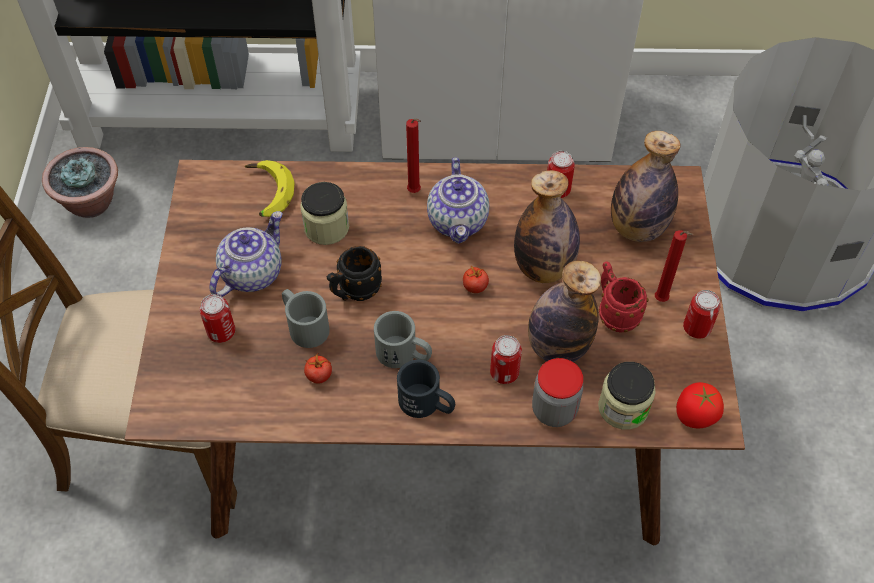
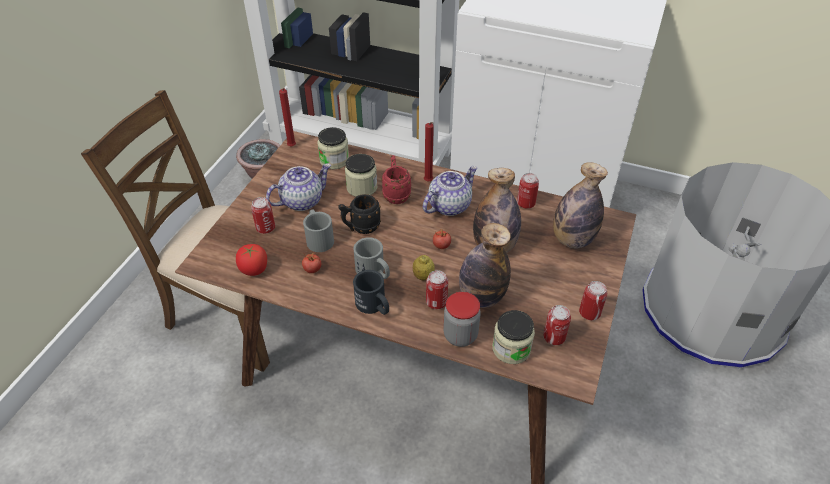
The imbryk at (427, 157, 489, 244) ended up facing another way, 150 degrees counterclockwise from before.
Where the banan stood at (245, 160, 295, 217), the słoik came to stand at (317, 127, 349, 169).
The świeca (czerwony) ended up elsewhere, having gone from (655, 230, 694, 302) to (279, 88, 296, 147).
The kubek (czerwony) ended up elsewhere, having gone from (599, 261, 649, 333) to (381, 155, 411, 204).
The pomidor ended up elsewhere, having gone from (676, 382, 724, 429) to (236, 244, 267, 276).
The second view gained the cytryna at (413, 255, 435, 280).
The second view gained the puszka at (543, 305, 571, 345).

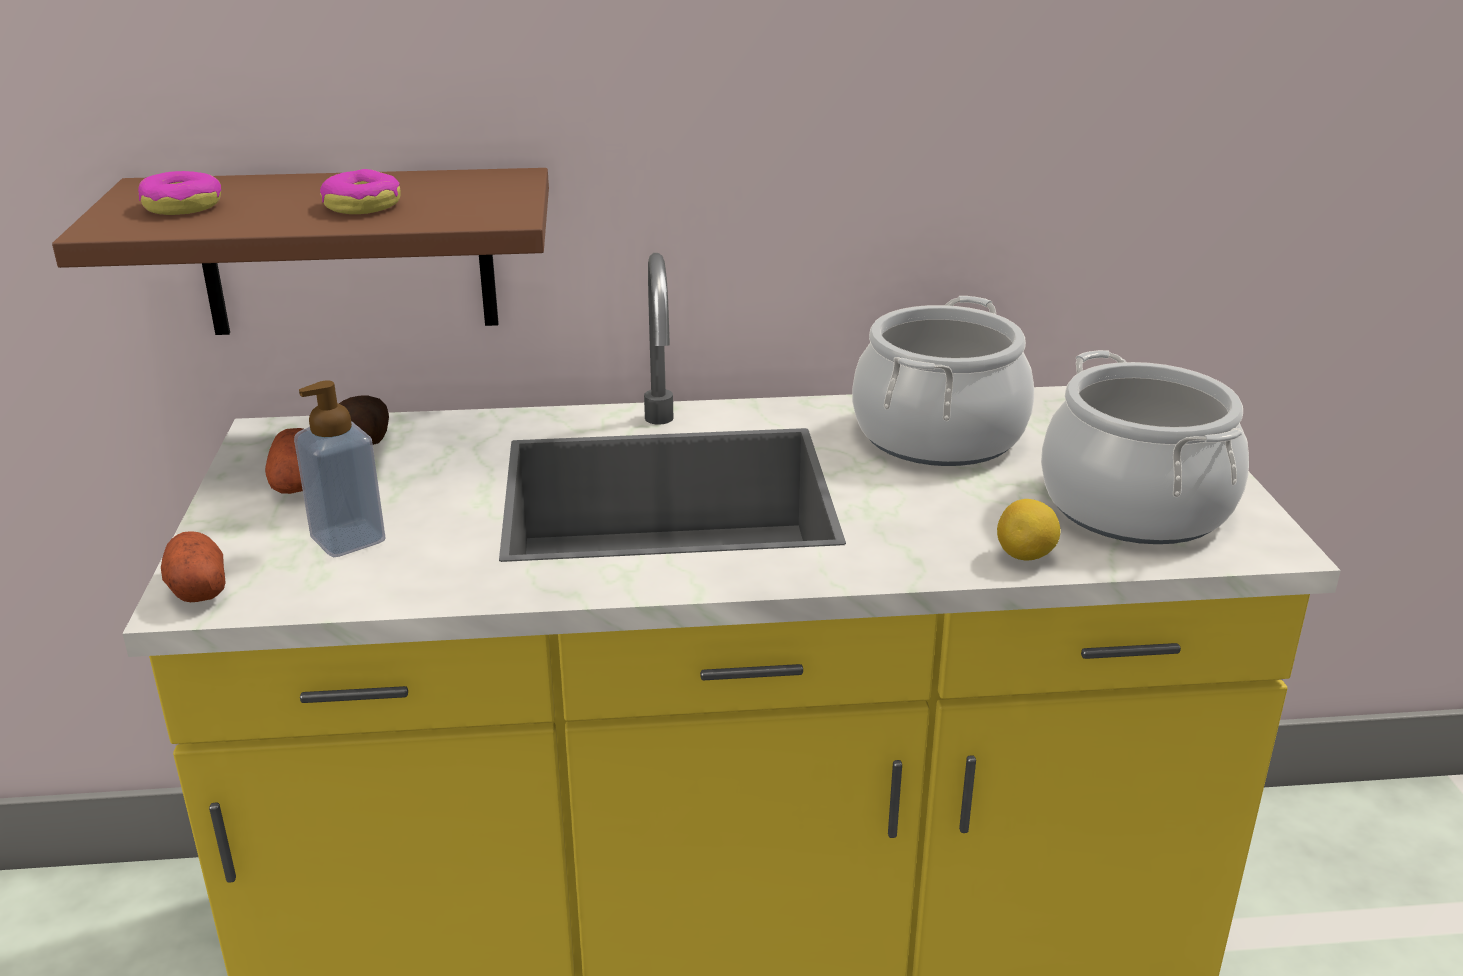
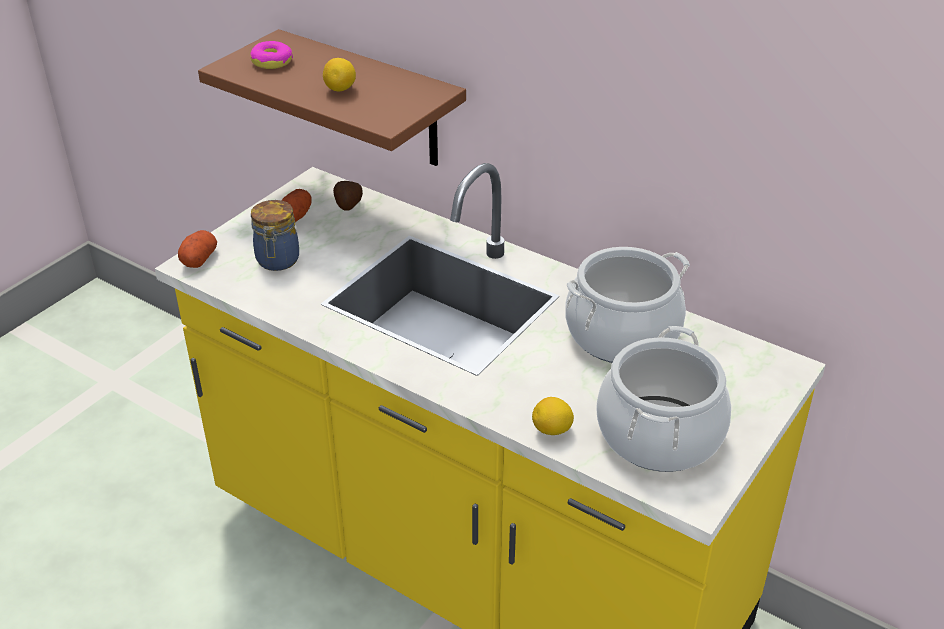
Where the donut stood at (320, 169, 400, 214), the cytryna came to stand at (323, 58, 356, 91).
Where the dozownik mydła stood at (294, 381, 385, 557), the słoik came to stand at (251, 200, 299, 271).

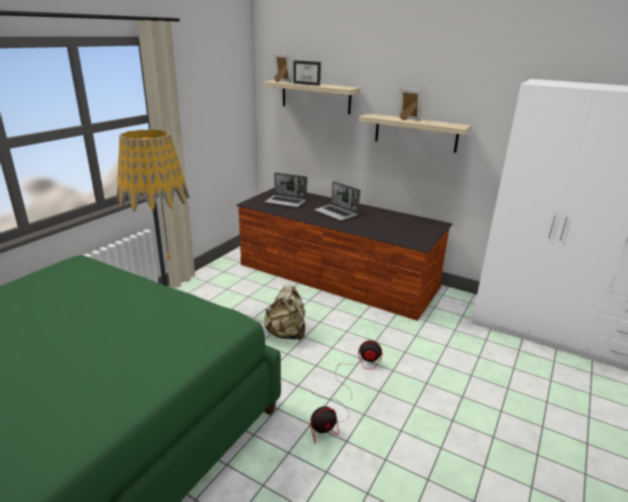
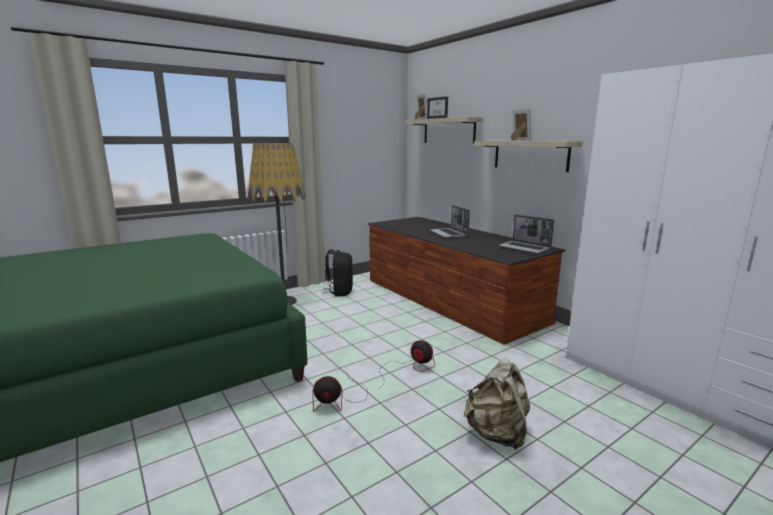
The laptop ended up elsewhere, having gone from (265, 172, 307, 208) to (499, 215, 554, 254).
The plecak (beżowy) ended up elsewhere, having gone from (264, 284, 305, 340) to (464, 359, 530, 450).
The second view gained the plecak (czarny) at (322, 249, 353, 296).

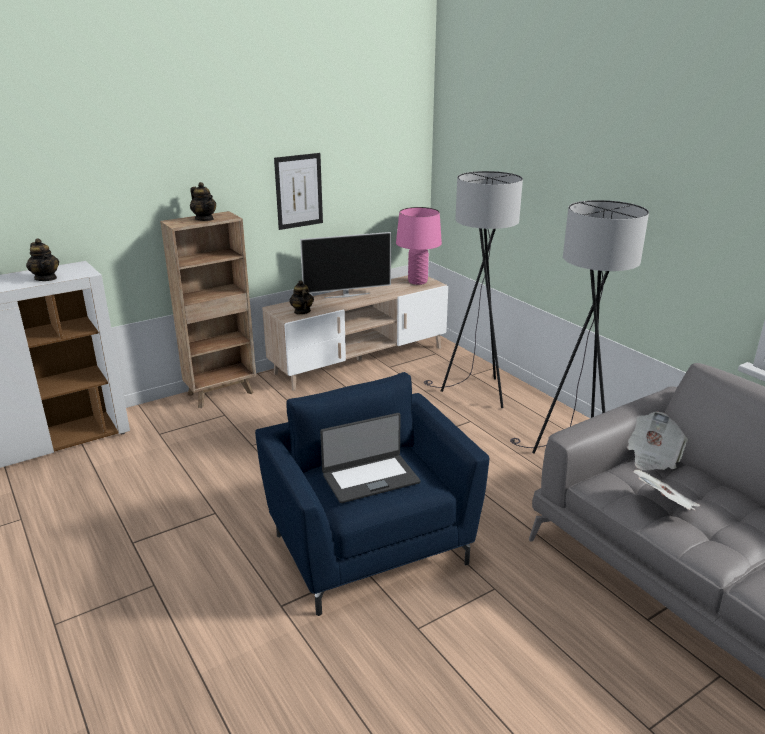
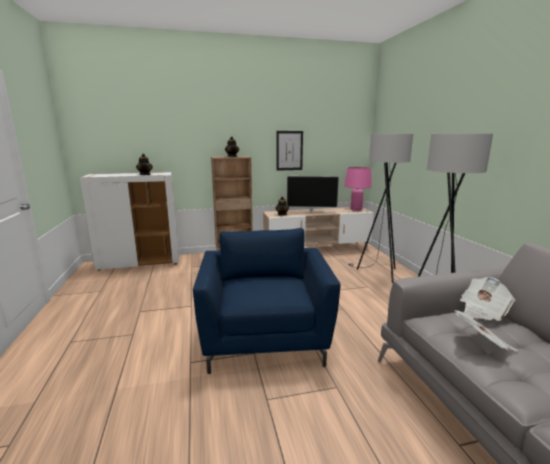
The second view lost the laptop at (320, 413, 420, 503).

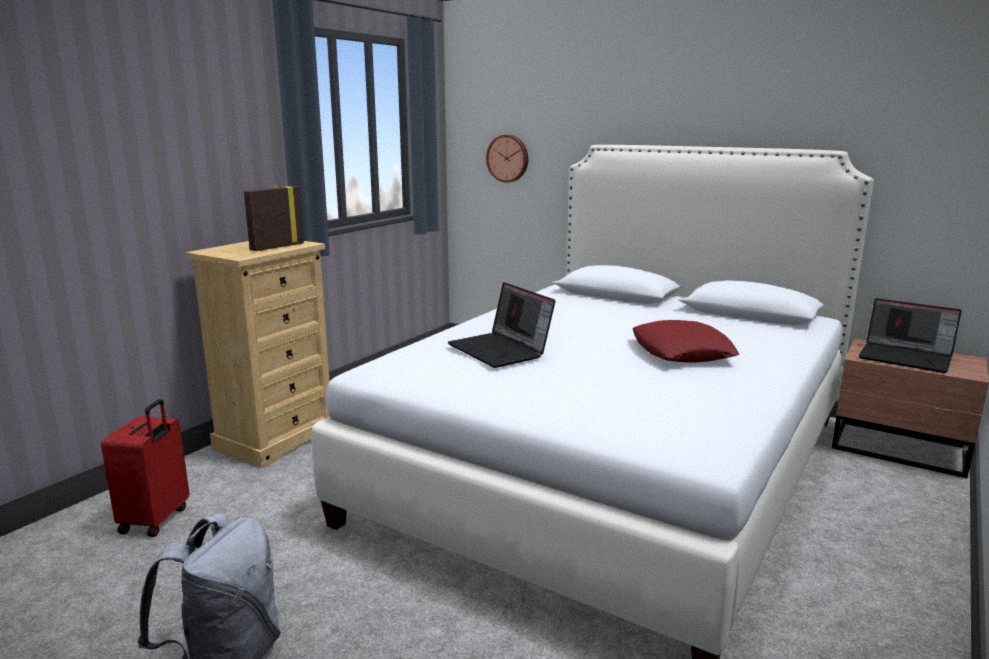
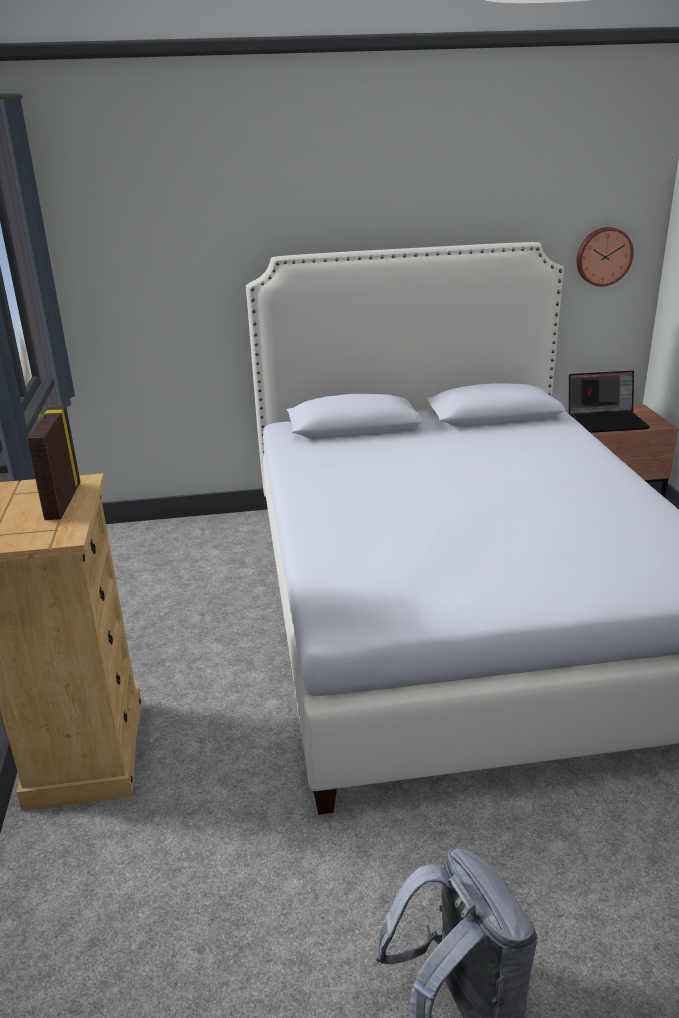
The zegar ścienny ended up elsewhere, having gone from (486, 135, 528, 182) to (577, 227, 634, 287).
The second view lost the laptop at (448, 282, 555, 368).
The second view lost the poduszka (czerwony) at (633, 320, 739, 363).
The second view lost the walizka (czerwony) at (101, 399, 189, 537).

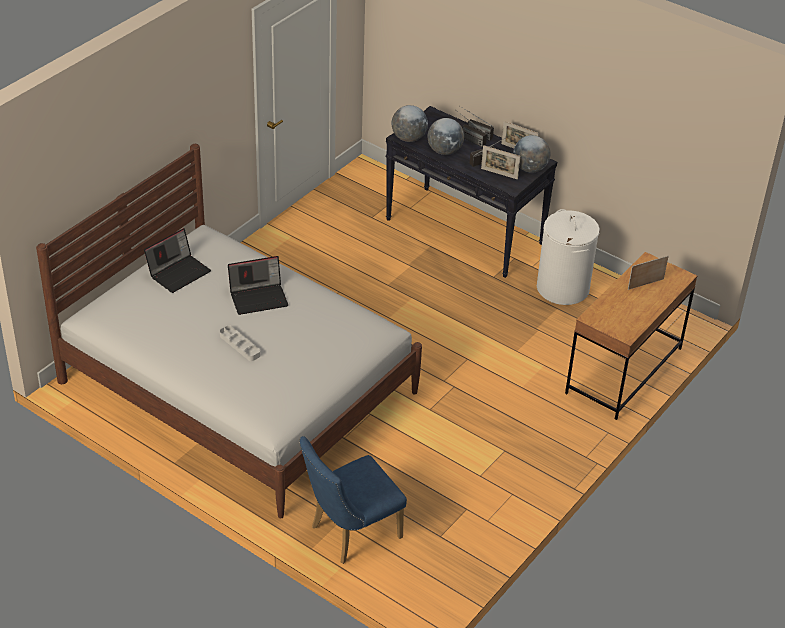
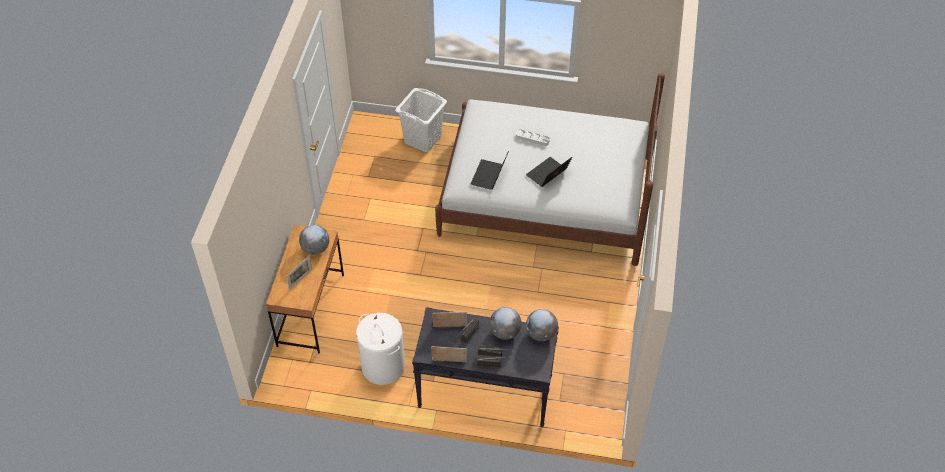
The globus ended up elsewhere, having gone from (513, 135, 550, 173) to (299, 225, 329, 255).
The laptop ended up elsewhere, having gone from (144, 228, 211, 293) to (471, 151, 509, 190).
Where the krzesło (niebieski) stood at (300, 436, 407, 564), the kosz na pranie (biały) came to stand at (395, 88, 447, 152).

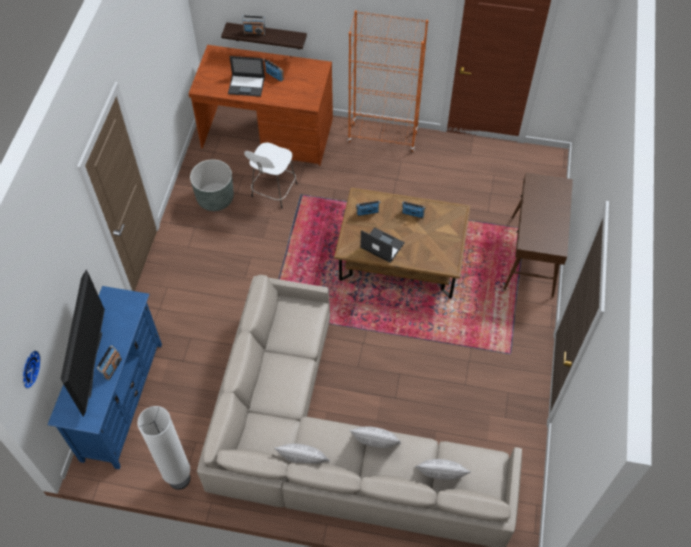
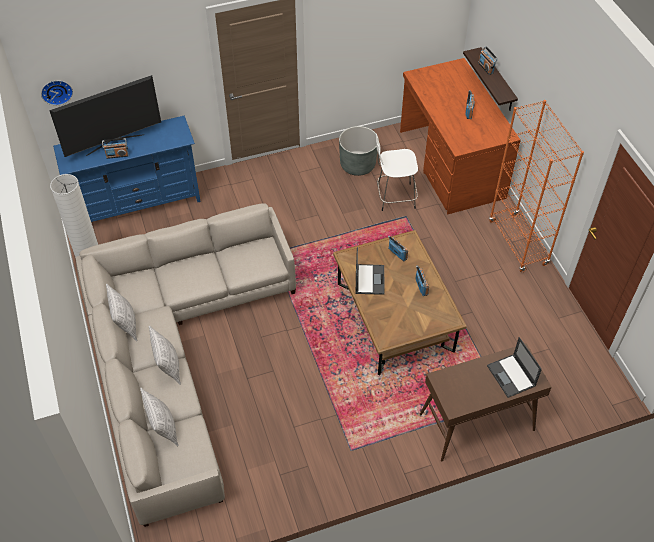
The laptop ended up elsewhere, having gone from (228, 56, 265, 97) to (487, 337, 542, 398).

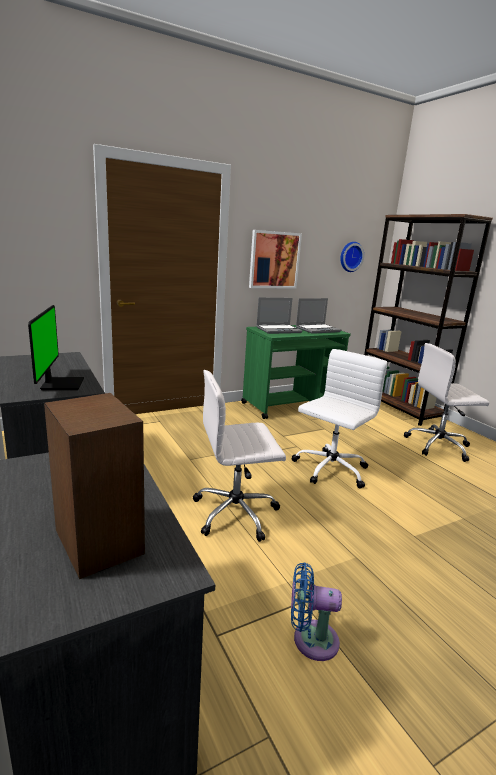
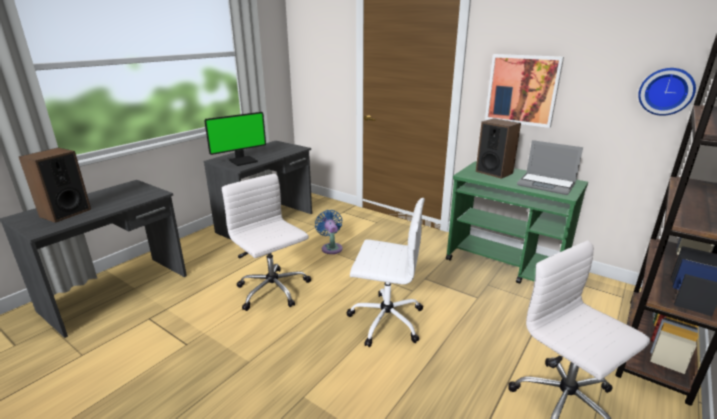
Where the laptop stood at (256, 297, 302, 334), the głośnik came to stand at (476, 118, 521, 179).
The wentylator (niebieski) ended up elsewhere, having gone from (291, 562, 342, 661) to (315, 210, 343, 254).

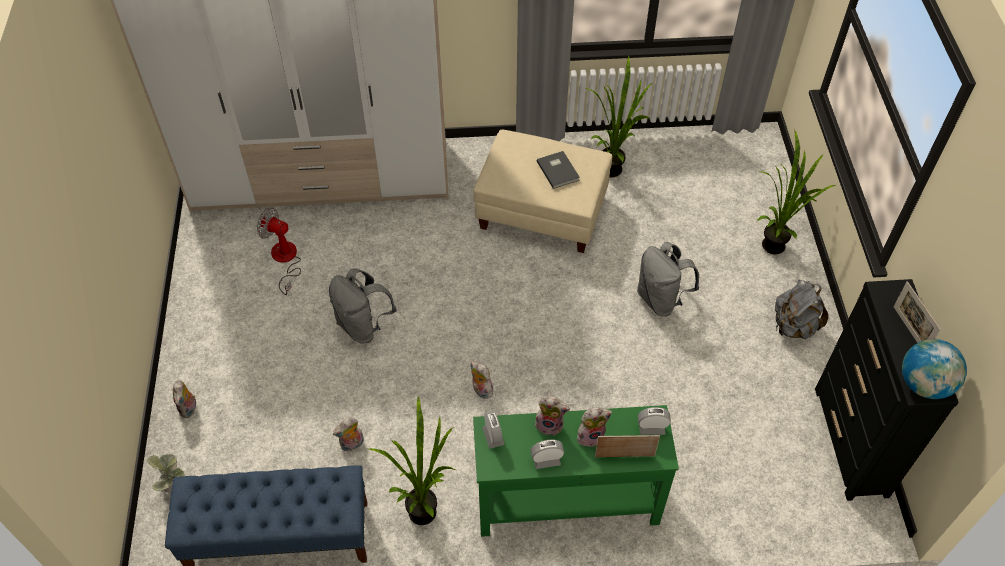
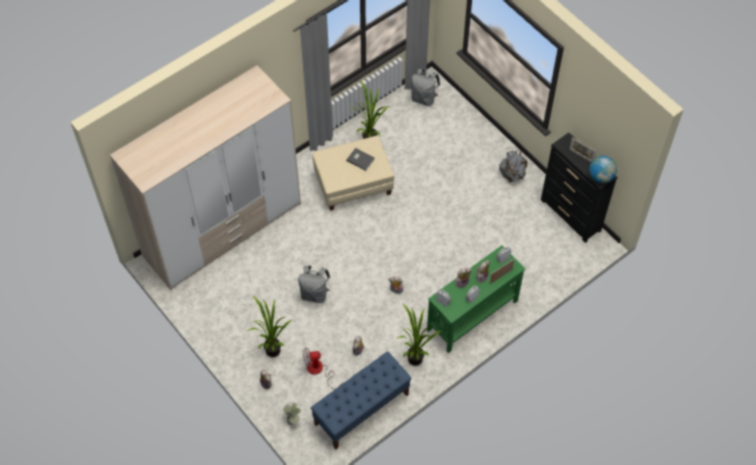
The roślina doniczkowa ended up elsewhere, having gone from (757, 129, 836, 254) to (247, 296, 292, 357).
The wentylator ended up elsewhere, having gone from (257, 208, 301, 295) to (303, 347, 343, 389).
The plecak (szary) ended up elsewhere, having gone from (637, 242, 699, 317) to (411, 69, 440, 106).

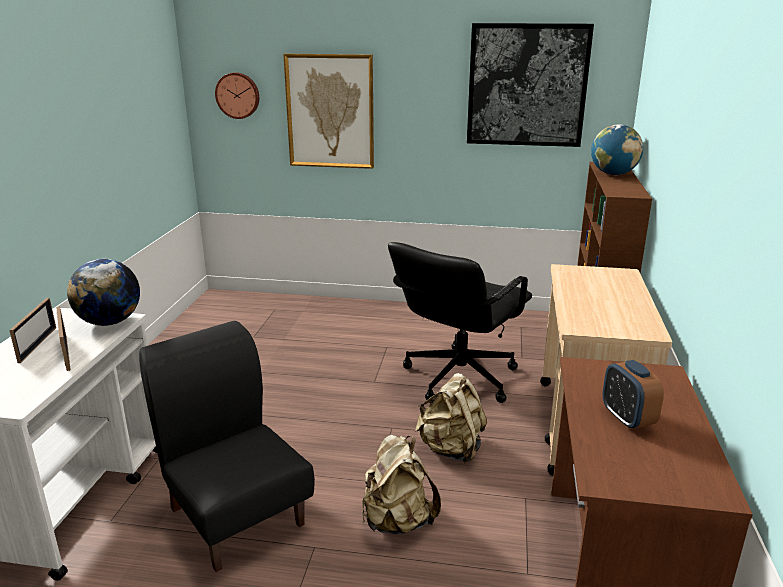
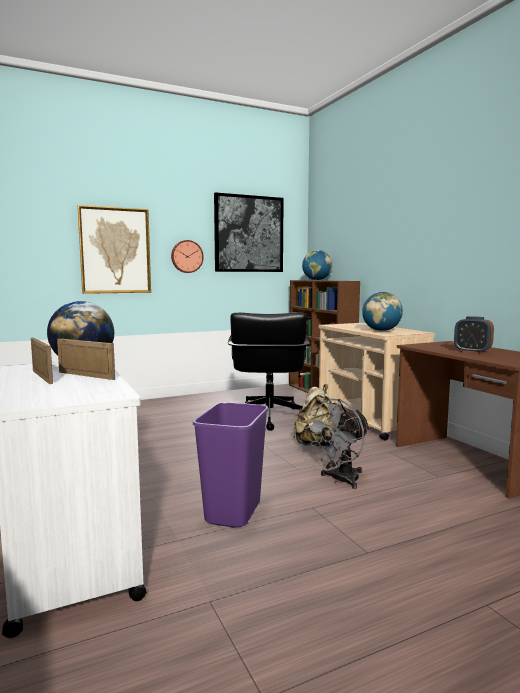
The zegar ścienny ended up elsewhere, having gone from (215, 72, 259, 119) to (171, 240, 204, 273).
Where the krzesło (czarny) stood at (139, 321, 315, 572), the kosz na śmieci (fioletowy) came to stand at (193, 402, 268, 527).
Where the plecak (beżowy) stood at (362, 435, 441, 534), the wentylator (szary) came to stand at (305, 399, 370, 489).
The second view gained the globus at (362, 292, 403, 331).

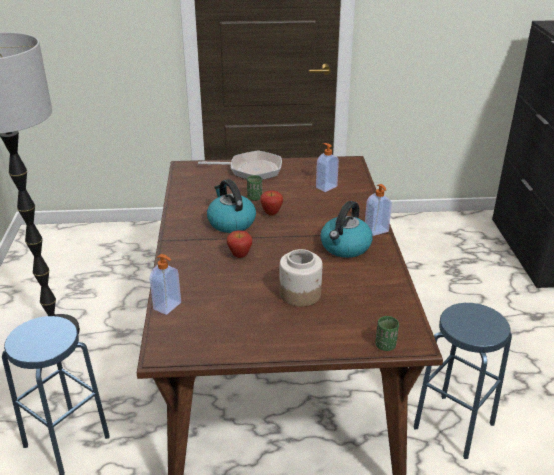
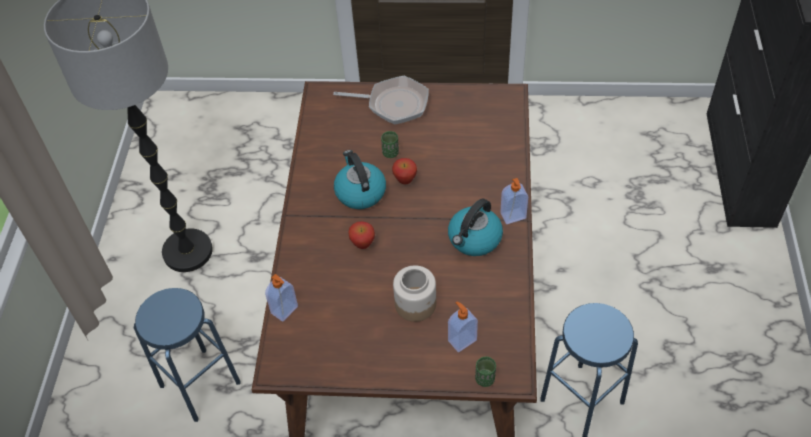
The dozownik mydła ended up elsewhere, having gone from (316, 143, 339, 192) to (448, 301, 478, 352).

